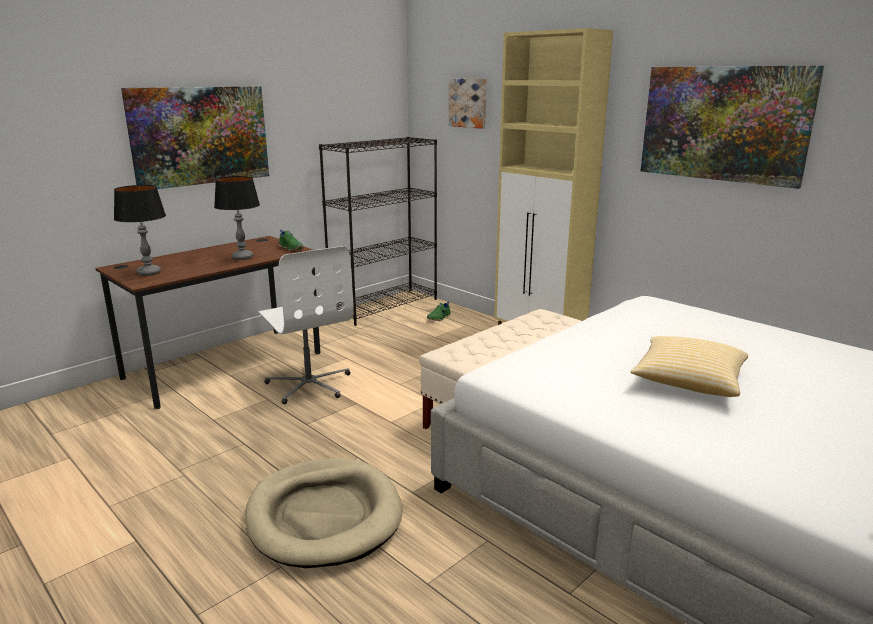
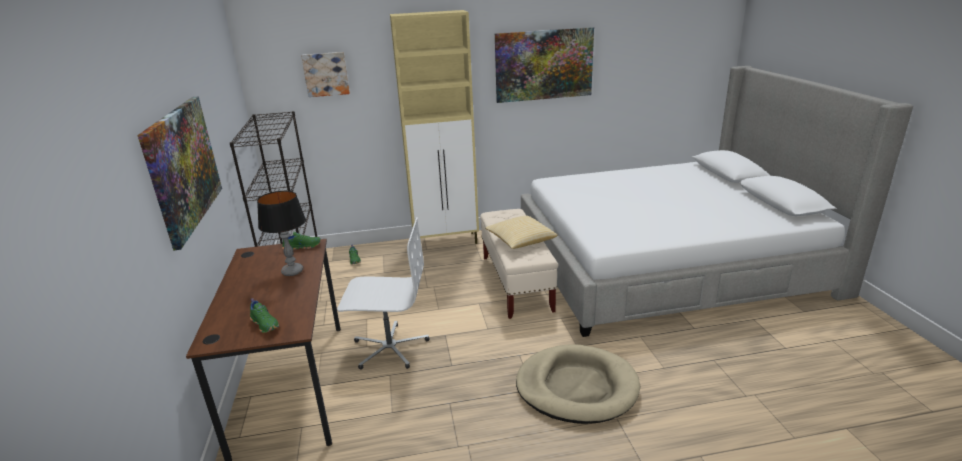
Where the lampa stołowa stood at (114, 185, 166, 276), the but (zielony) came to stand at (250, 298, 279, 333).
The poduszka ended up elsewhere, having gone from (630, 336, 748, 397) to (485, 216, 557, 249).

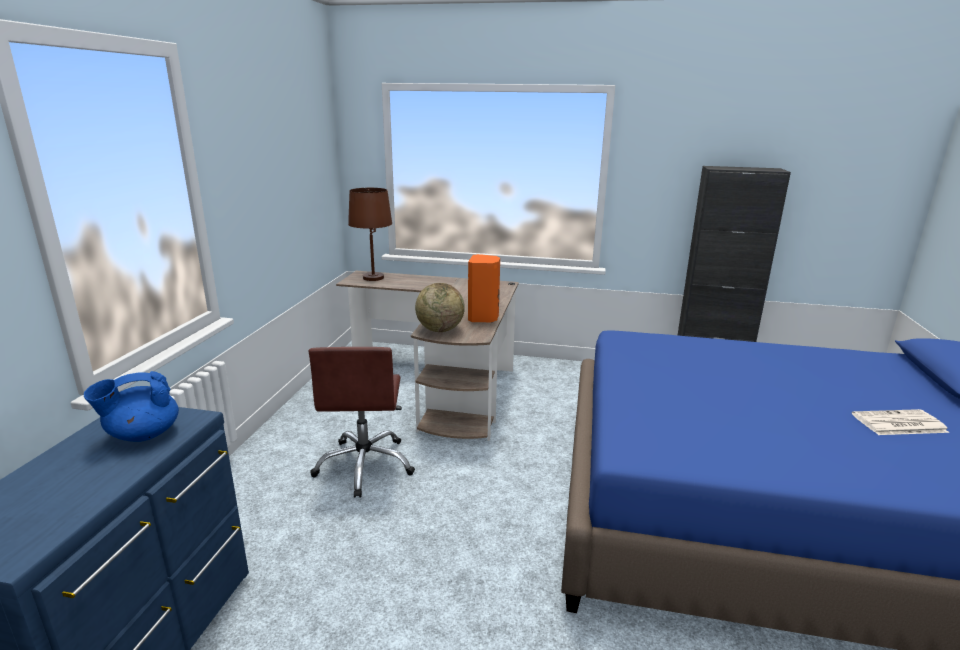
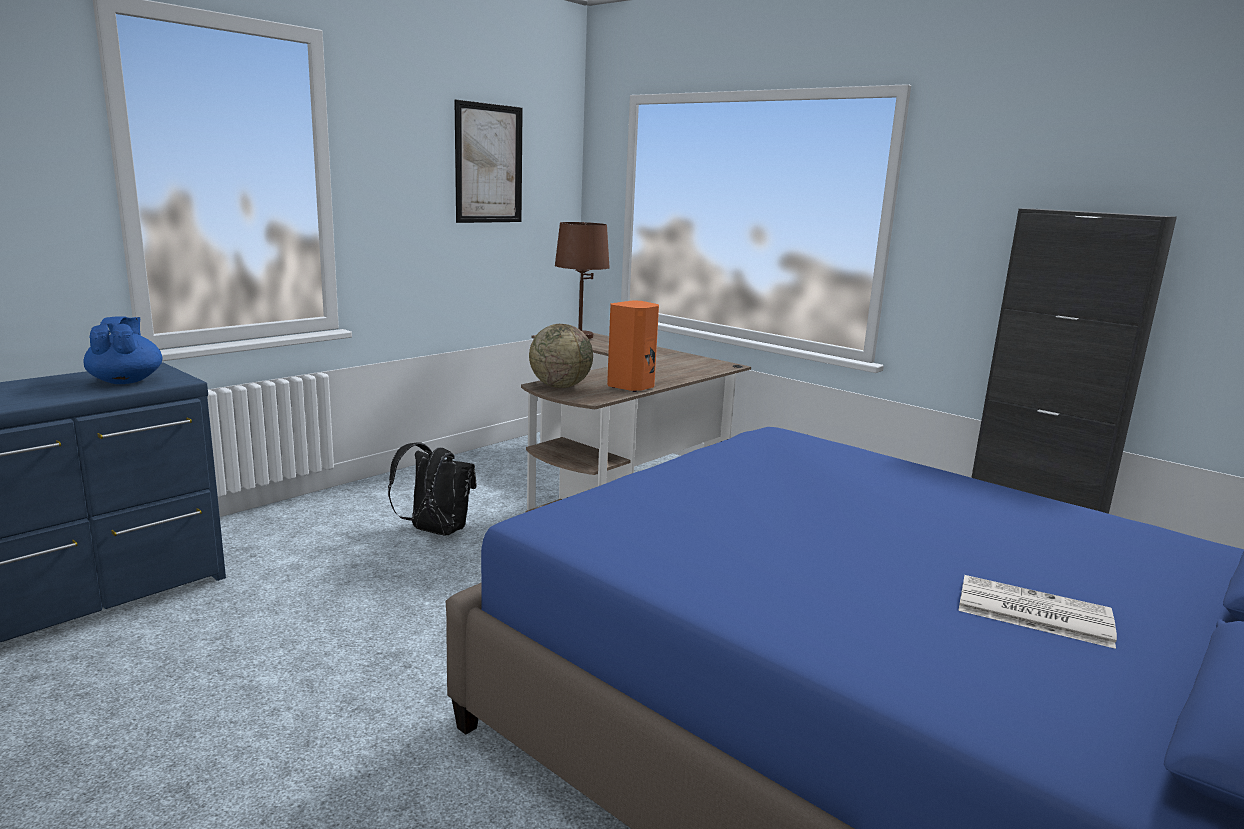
Where the krzesło biurowe (brązowy) stood at (309, 347, 415, 498), the plecak (czarny) came to stand at (388, 442, 477, 536).
The imbryk (niebieski) at (84, 371, 179, 442) ended up facing another way, 75 degrees clockwise from before.
The second view gained the obraz at (454, 100, 523, 223).

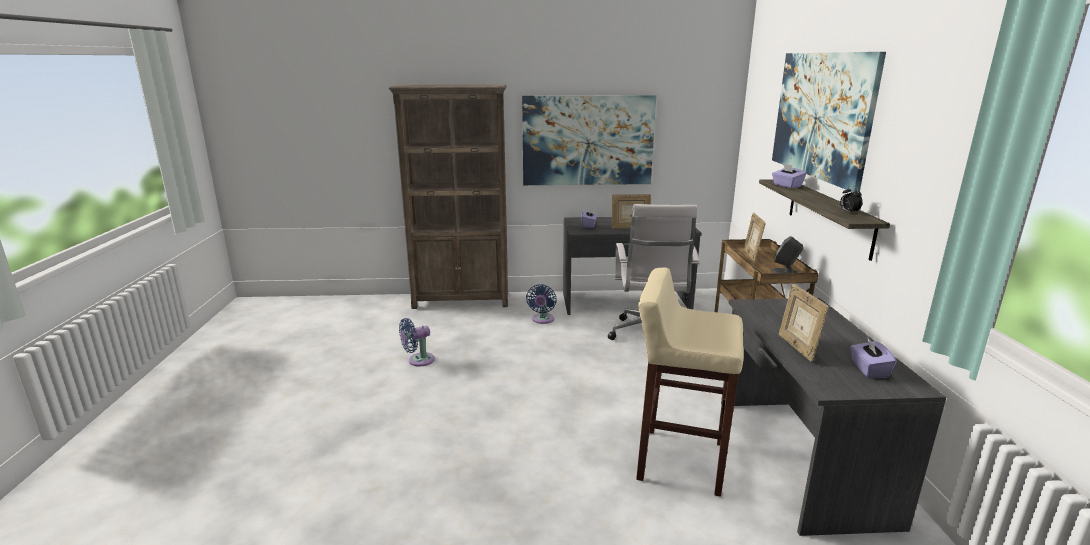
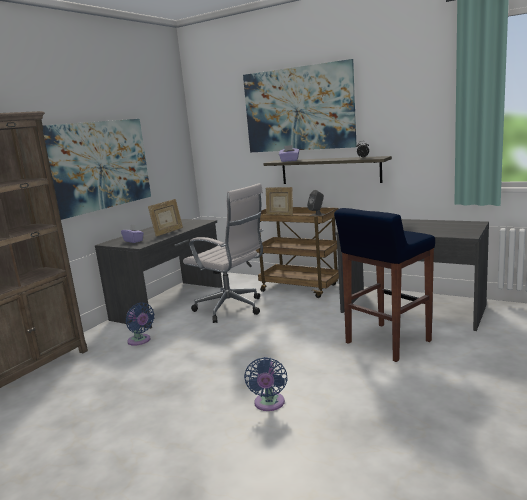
What was the stołek (beżowy) at (636, 267, 744, 497) turned into the stołek (niebieski) at (334, 208, 435, 362).
The second view lost the ramka na zdjęcie at (779, 283, 829, 362).
The wentylator (niebieski) ended up elsewhere, having gone from (399, 318, 435, 366) to (244, 357, 288, 411).
The second view lost the pudełko chusteczek (fioletowy) at (851, 337, 897, 378).

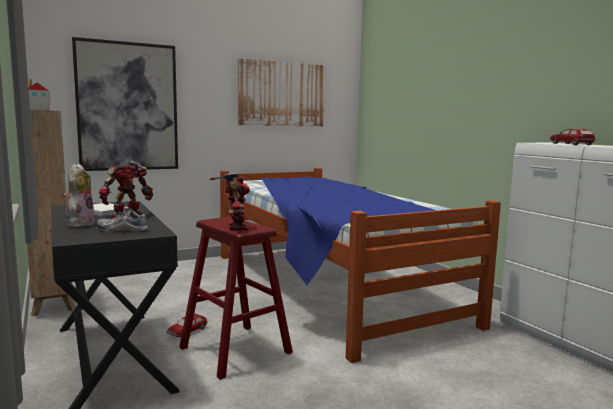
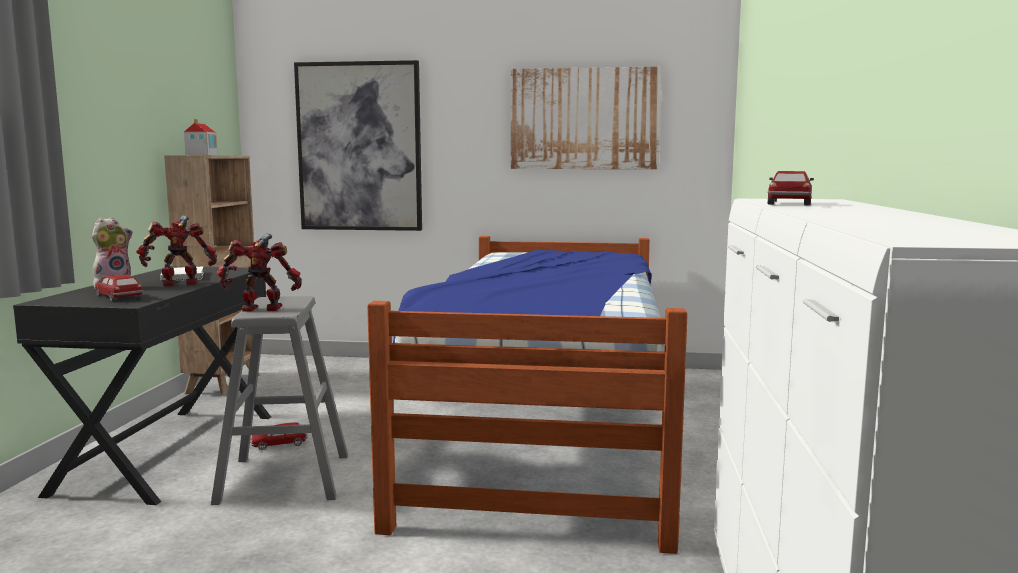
The robot zabawkowy at (209, 172, 250, 230) ended up facing another way, 120 degrees counterclockwise from before.
Where the but stood at (97, 204, 148, 232), the samochodzik came to stand at (94, 275, 143, 301).
What was the stołek (czerwony) at (179, 217, 293, 380) turned into the stołek (szary) at (211, 296, 348, 505).

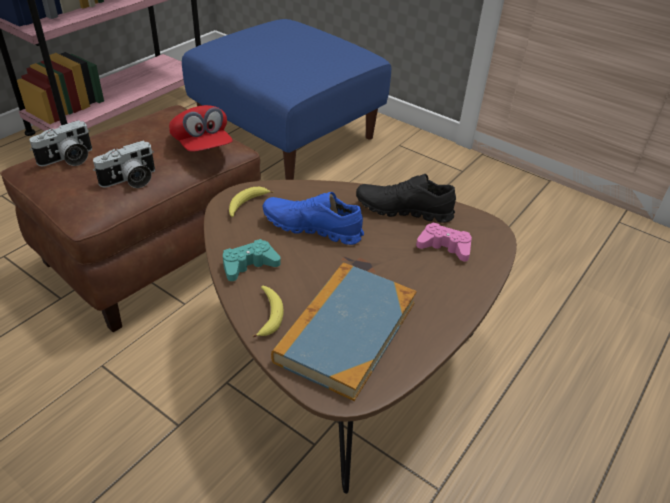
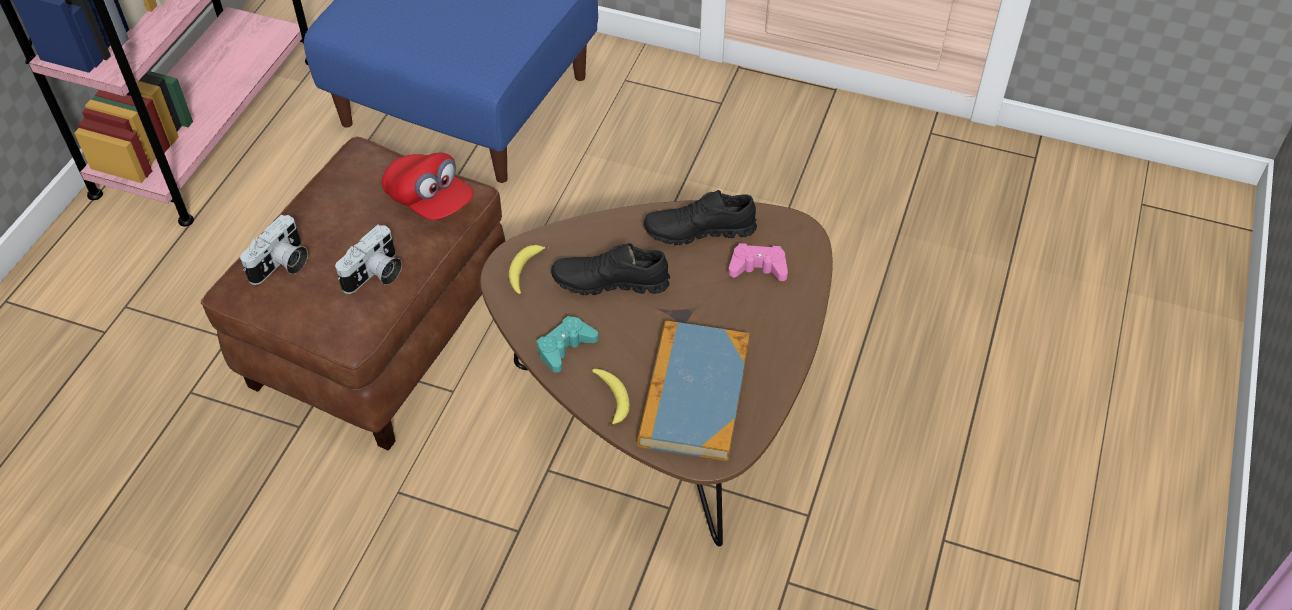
What was the but (niebieski) at (263, 192, 364, 245) turned into the but (czarny) at (551, 243, 670, 295).

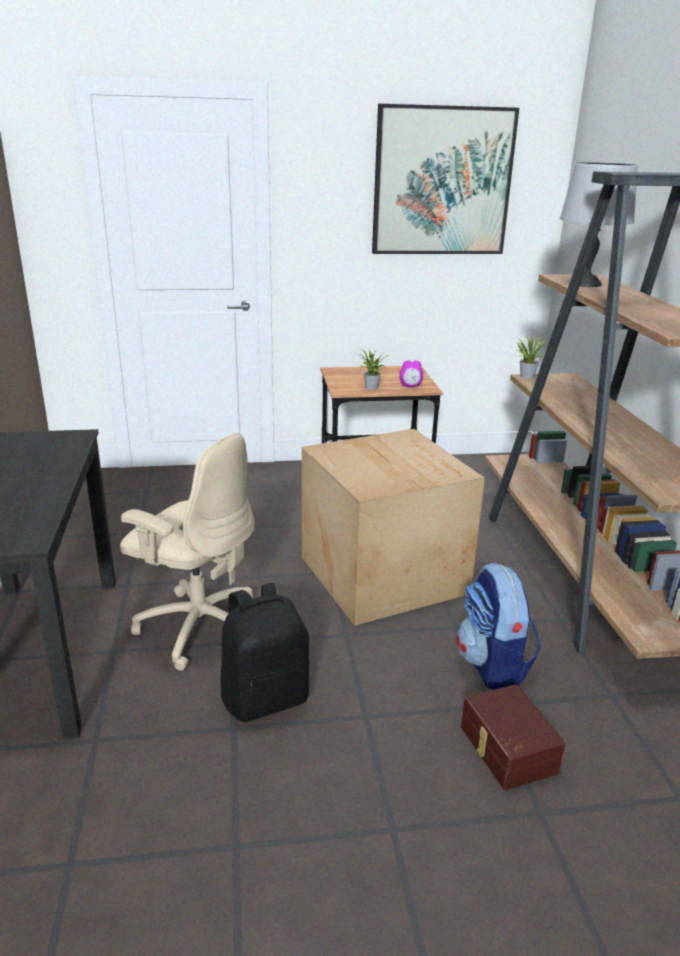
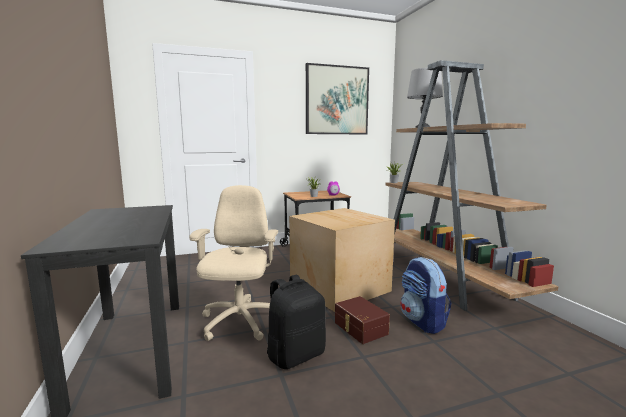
The krzesło biurowe (beżowy) at (120, 433, 255, 671) ended up facing another way, 105 degrees counterclockwise from before.
The pojemnik do przechowywania (brązowy) ended up elsewhere, having gone from (461, 684, 566, 790) to (335, 296, 390, 344).

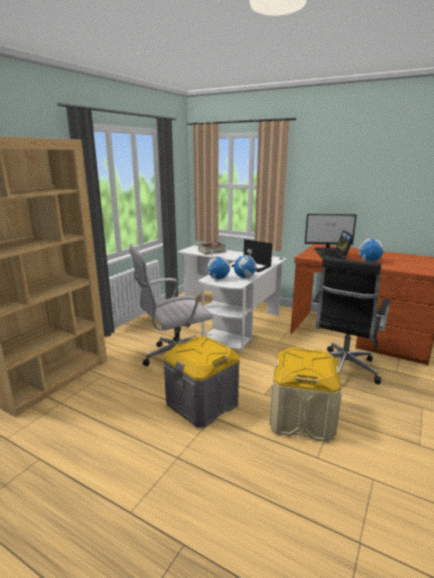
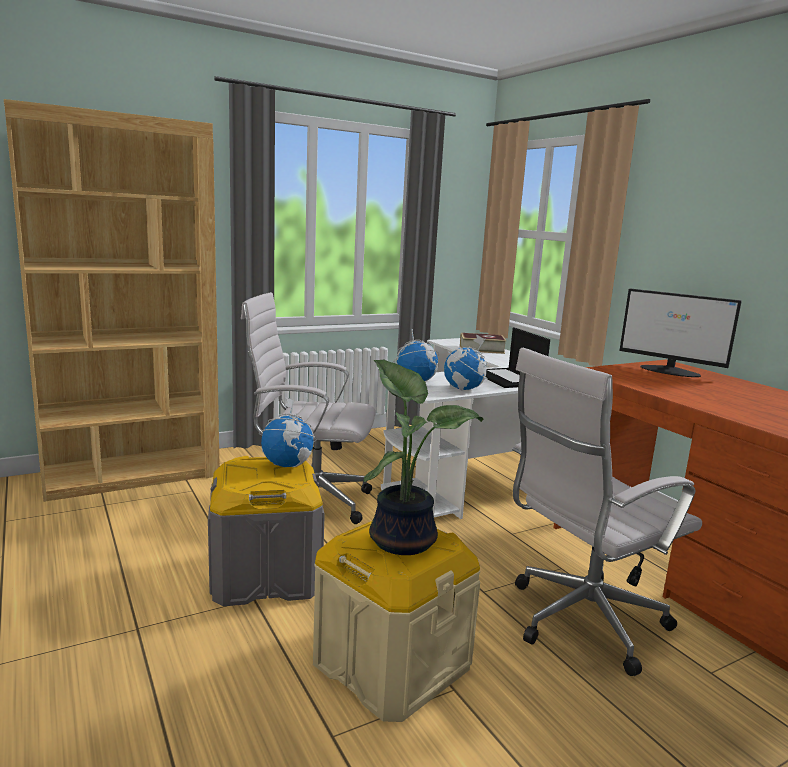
The second view lost the laptop at (317, 230, 354, 259).
The globus ended up elsewhere, having gone from (357, 231, 384, 262) to (259, 398, 317, 467).
What was the krzesło biurowe (czarny) at (312, 256, 391, 384) turned into the krzesło biurowe (biały) at (512, 348, 702, 676).
The second view gained the roślina doniczkowa at (364, 360, 483, 555).

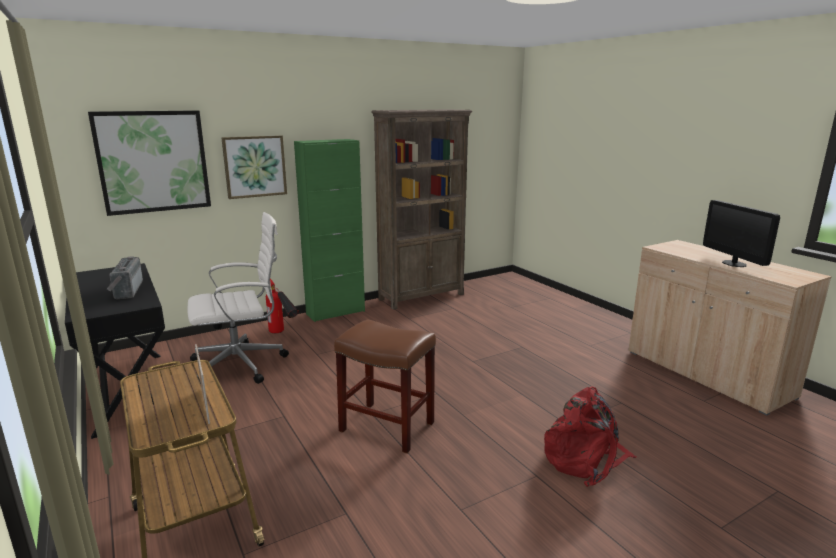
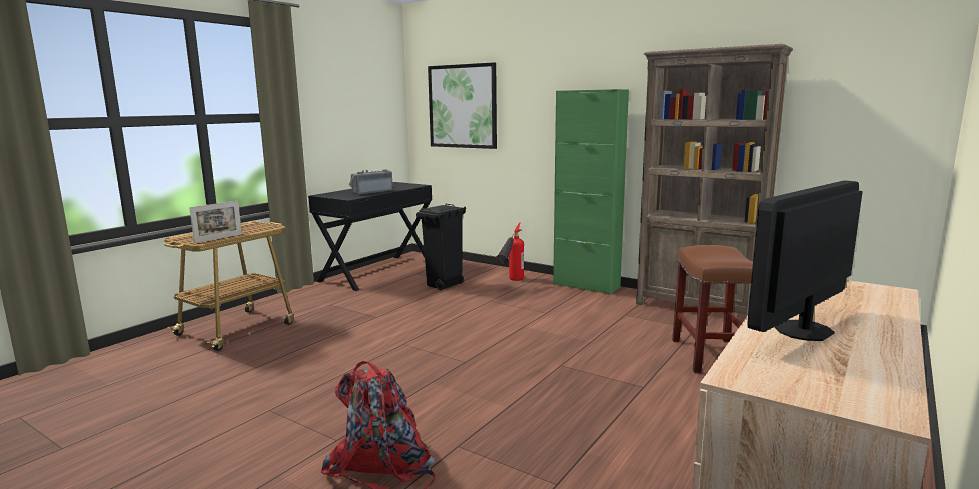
The second view lost the obraz at (221, 135, 287, 199).
Where the krzesło biurowe (biały) stood at (187, 212, 289, 384), the kosz na śmieci (czarny) came to stand at (416, 204, 466, 290).
The stołek (brązowy) ended up elsewhere, having gone from (334, 319, 436, 454) to (672, 245, 753, 373).

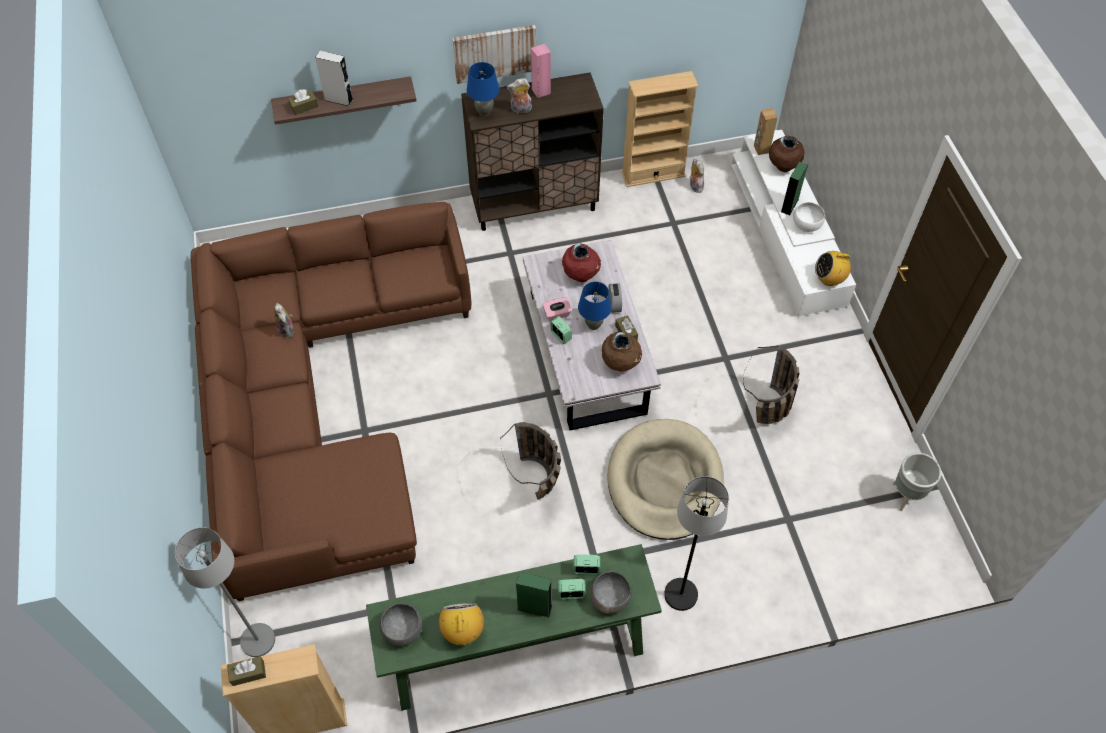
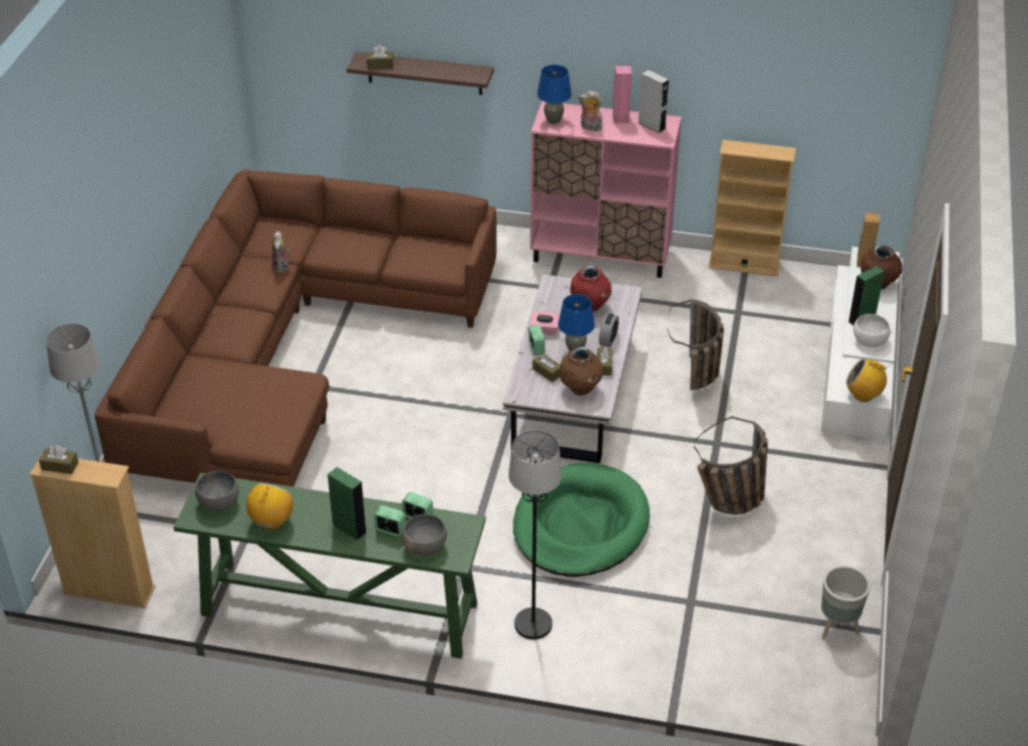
The second view lost the obraz at (452, 25, 536, 84).
The głośnik (szary) ended up elsewhere, having gone from (315, 51, 353, 106) to (638, 70, 669, 133).
What was the szafka (brązowy) at (461, 72, 604, 231) turned into the szafka (różowy) at (530, 101, 682, 278).
The second view lost the pluszak at (690, 159, 705, 193).
What was the legowisko (beżowy) at (607, 419, 724, 540) turned into the legowisko (zielony) at (513, 463, 650, 577).
The koszyk ended up elsewhere, having gone from (500, 422, 561, 500) to (667, 299, 724, 390).
The second view gained the pudełko chusteczek (brązowy) at (533, 354, 560, 382).

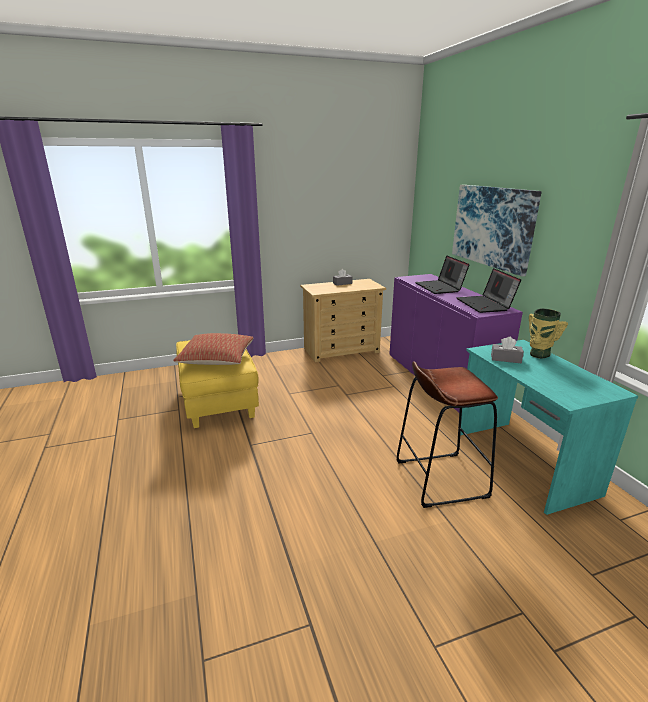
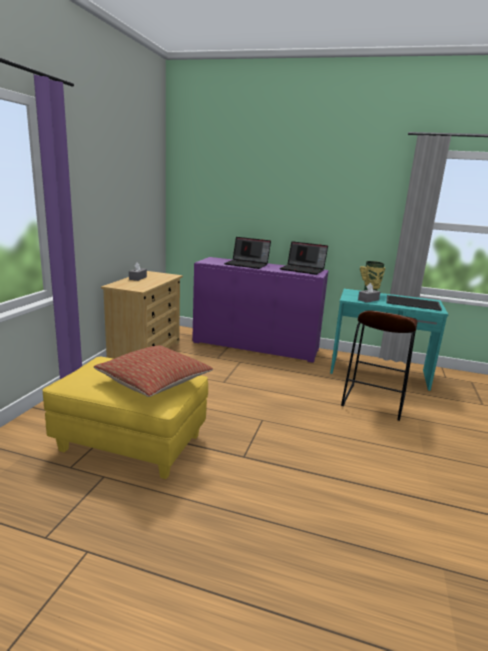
The second view lost the obraz at (452, 185, 542, 276).
The second view gained the taca at (387, 295, 442, 311).

